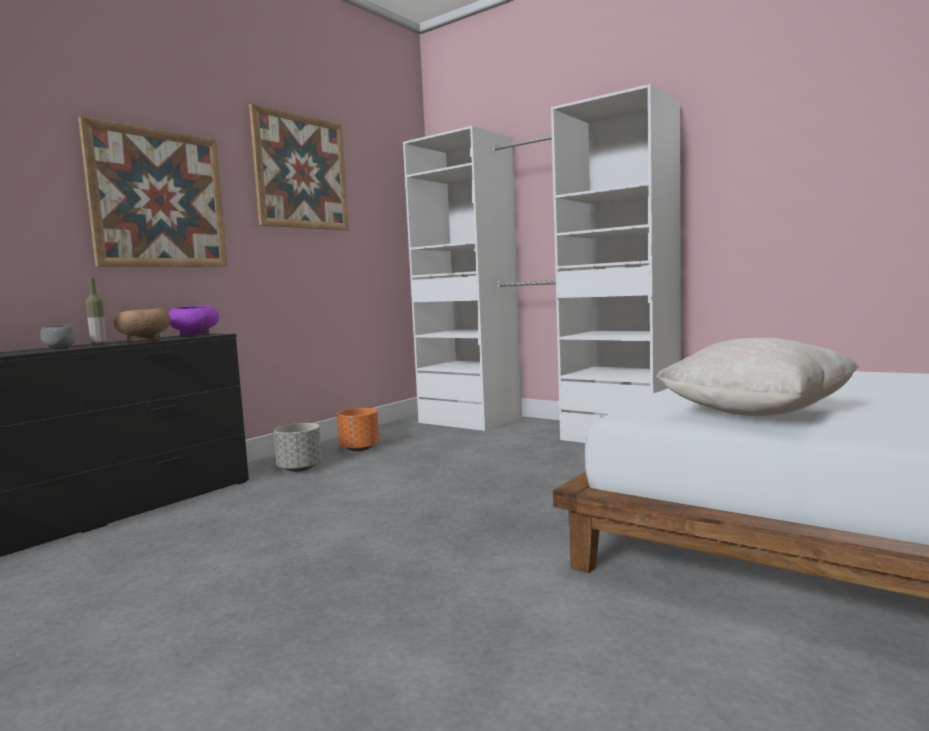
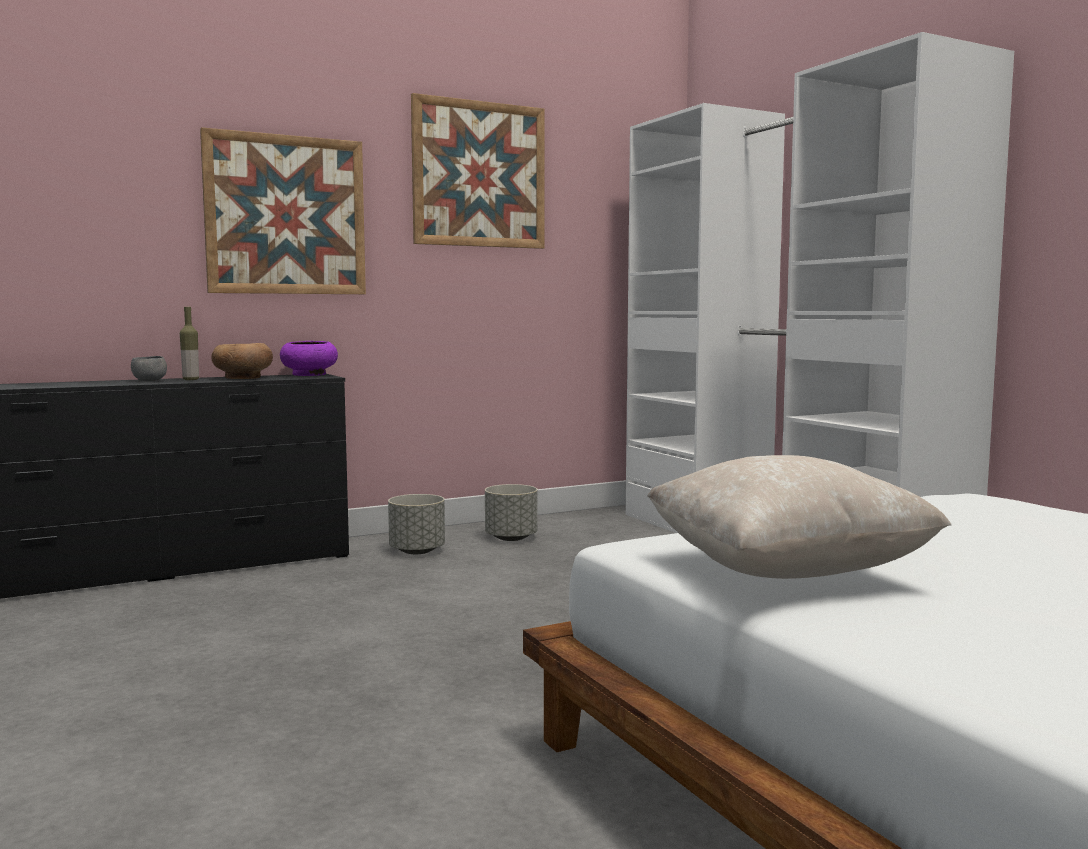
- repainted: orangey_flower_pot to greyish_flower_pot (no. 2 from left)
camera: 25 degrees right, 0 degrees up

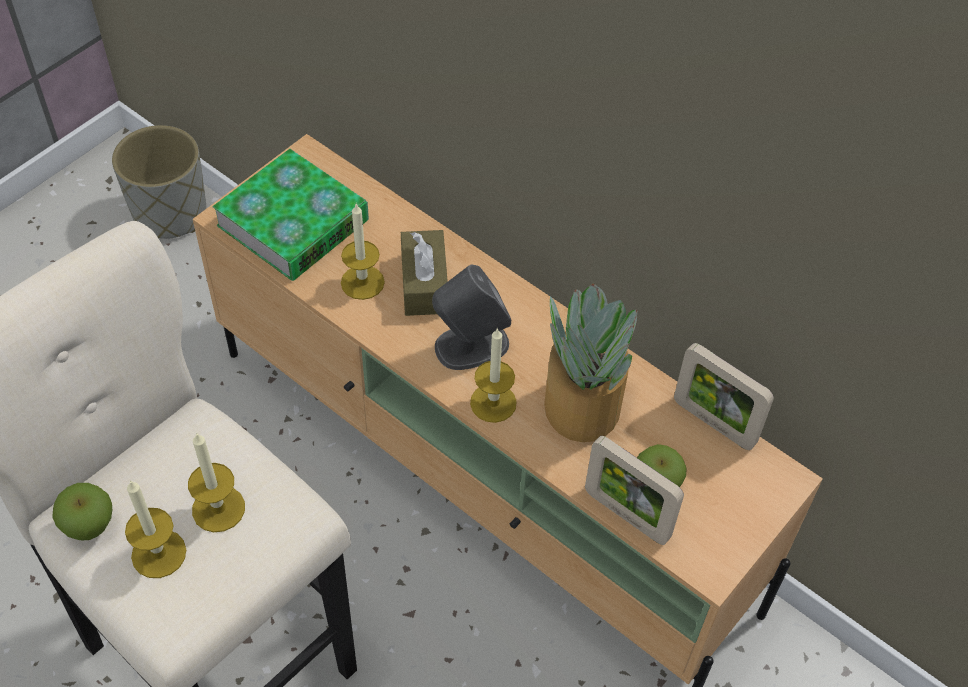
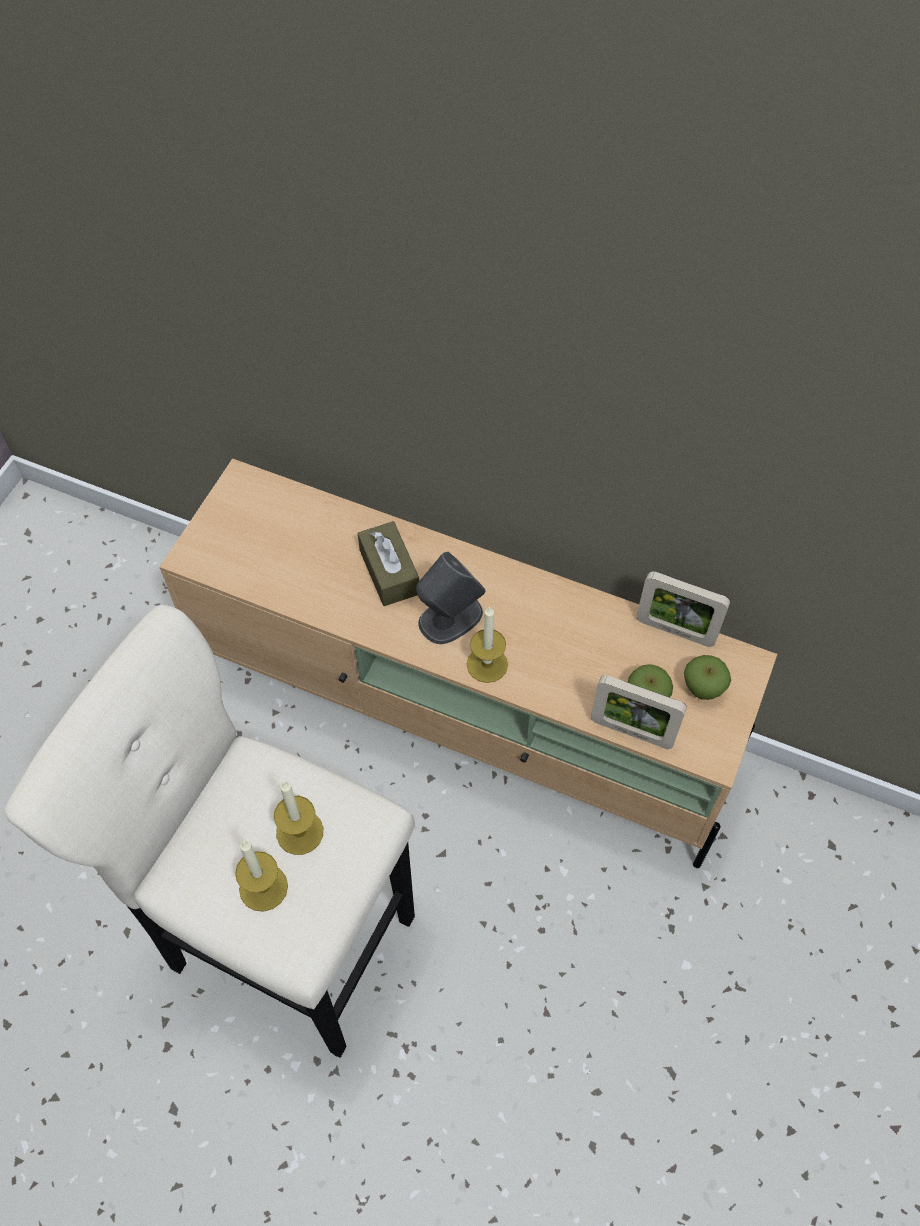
- shifted: apple_fruit (no. 1 from left in the first image) to apple_fruit (no. 2 from left)
- gone: greyish_flower_pot
- gone: book
- gone: wax_candle (no. 3 from left)
- gone: houseplant
camera: 15 degrees left, 5 degrees up

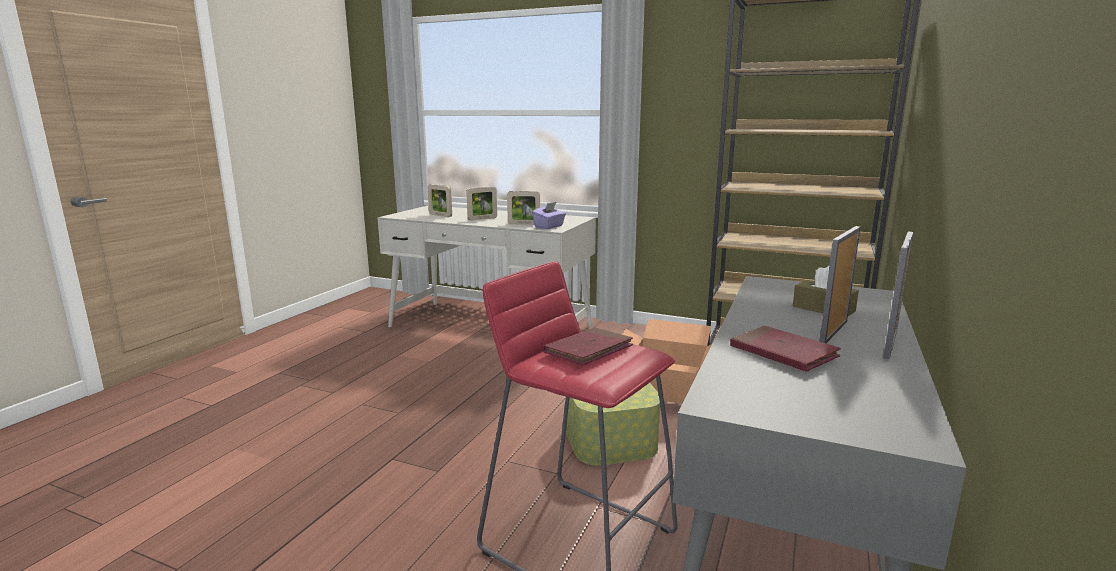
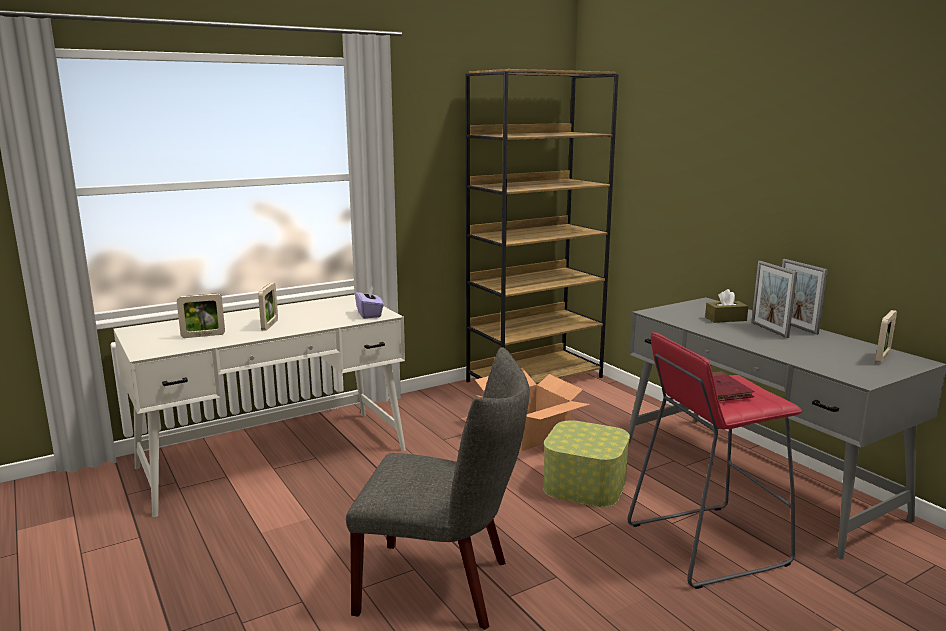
- new: greyish_upright_chair
- shifted: picture_frame (no. 3 from left in the first image) to picture_frame (no. 5 from left)
- gone: red-coloured_book (no. 2 from left)
camera: 55 degrees left, 0 degrees up

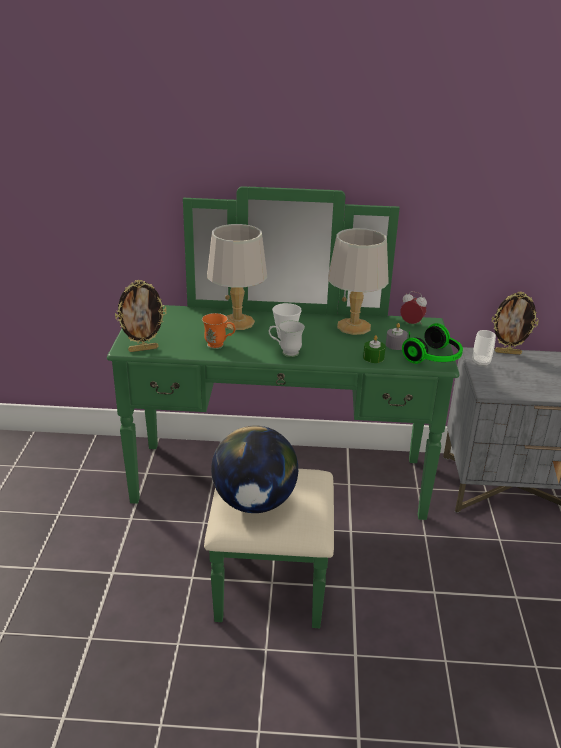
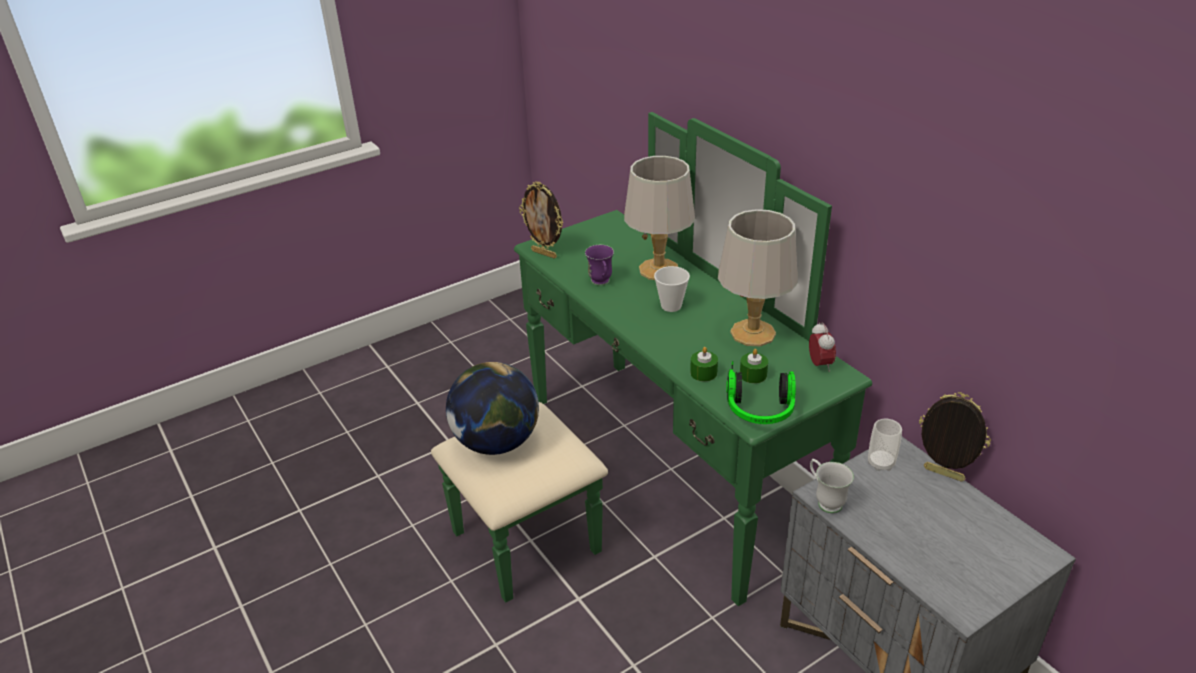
- repainted: orangey_mug to purple-coloured_mug
- repainted: greyish_wax_candle to green-coloured_wax_candle (no. 2 from left)
- shifted: white-coloured_mug
- rotated: picture_frame (no. 2 from left) 150 degrees clockwise
camera: 55 degrees right, 5 degrees up

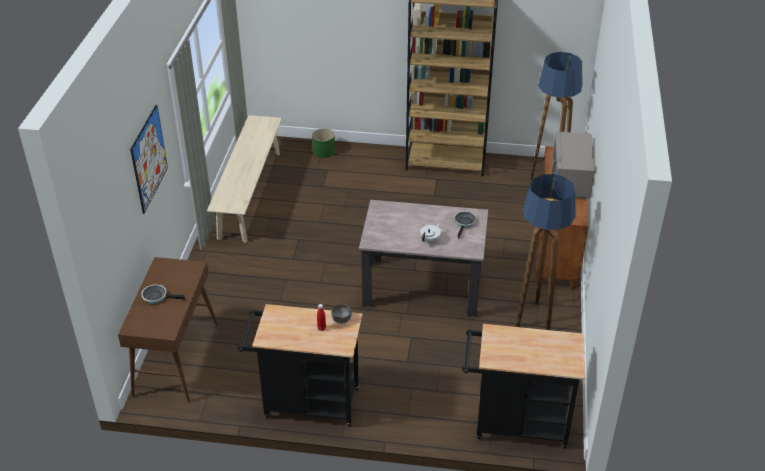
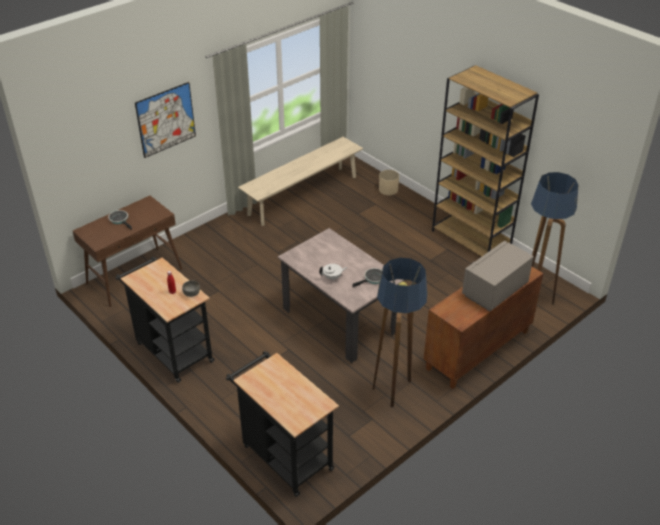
- repainted: green-coloured_flower_pot to sand-coloured_flower_pot
camera: 40 degrees right, 0 degrees up

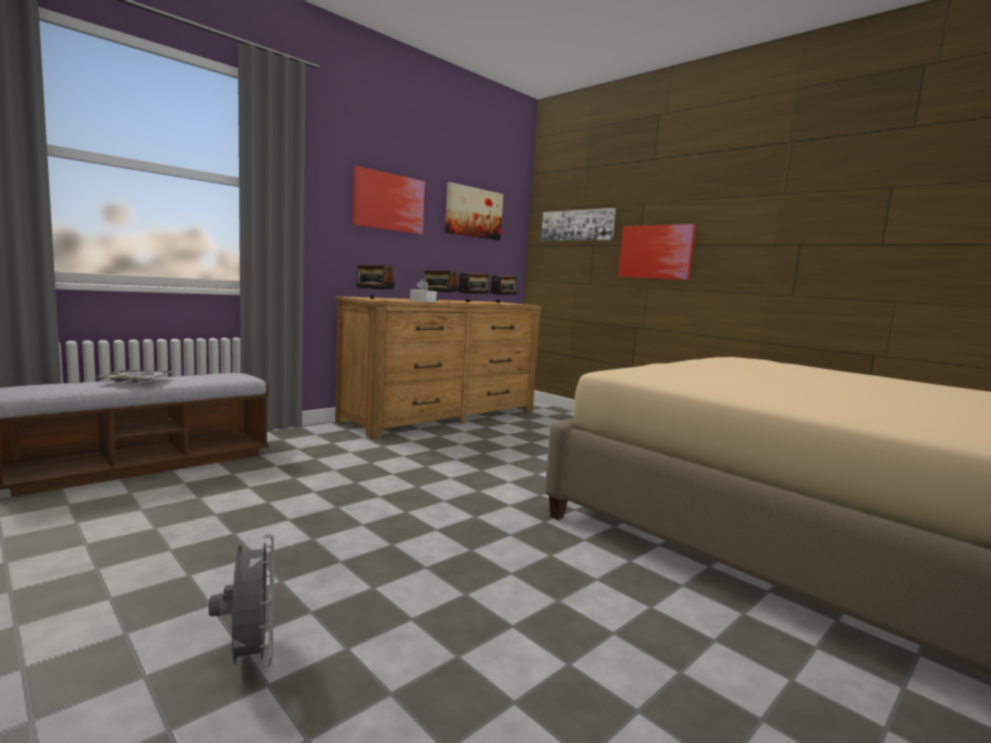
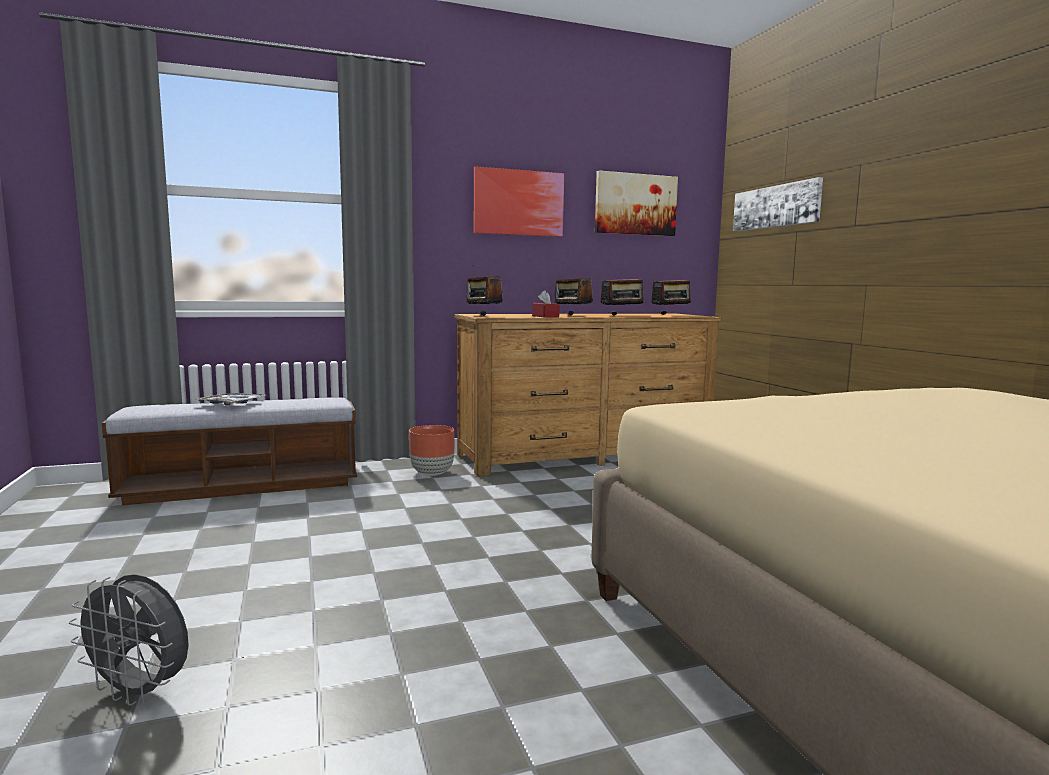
- rotated: greyish_cooling_fan 105 degrees clockwise
- new: brownish_flower_pot
- repainted: white-coloured_tissue_holder to red-coloured_tissue_holder
- gone: picture (no. 4 from left)
camera: 25 degrees right, 0 degrees up

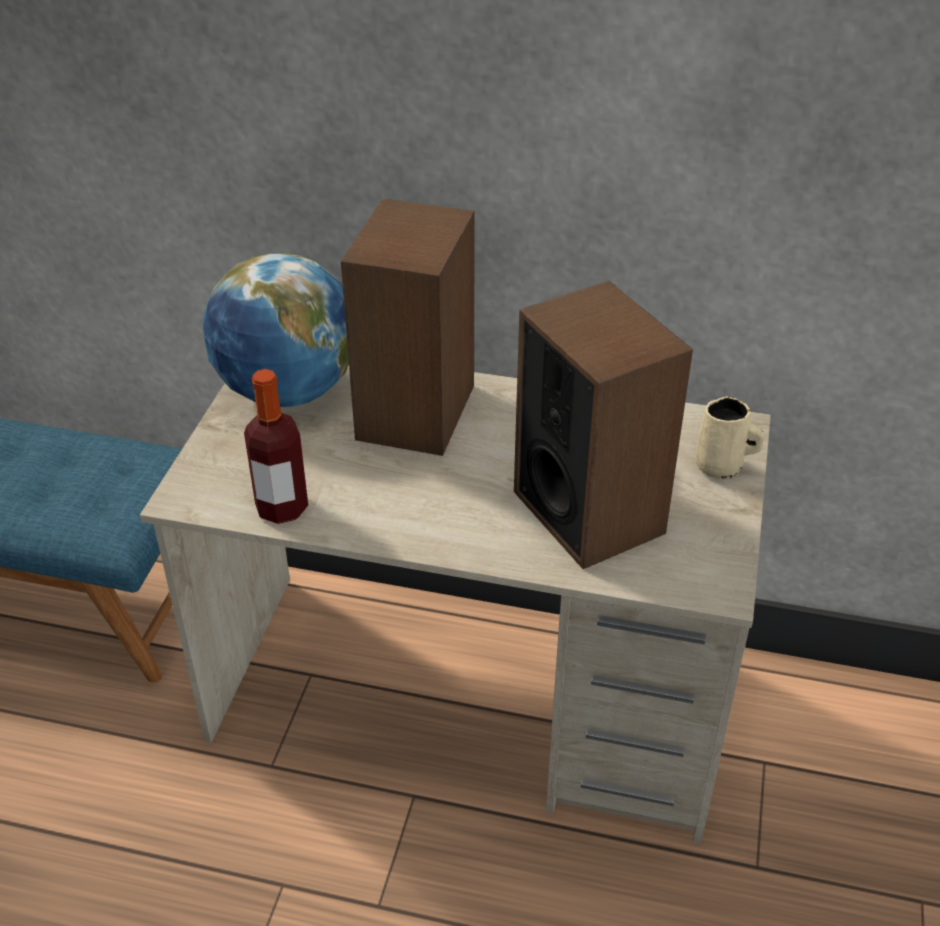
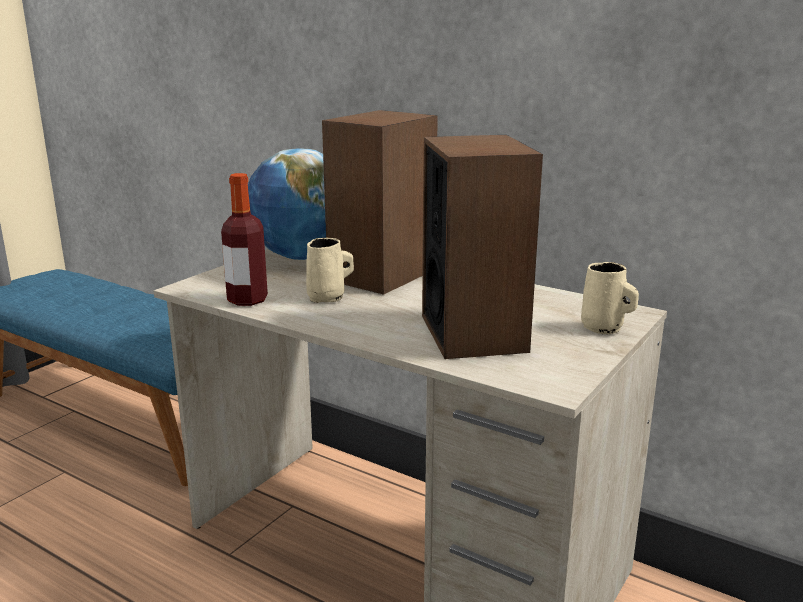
- new: sand-coloured_mug (no. 1 from left)
camera: 20 degrees right, 20 degrees down

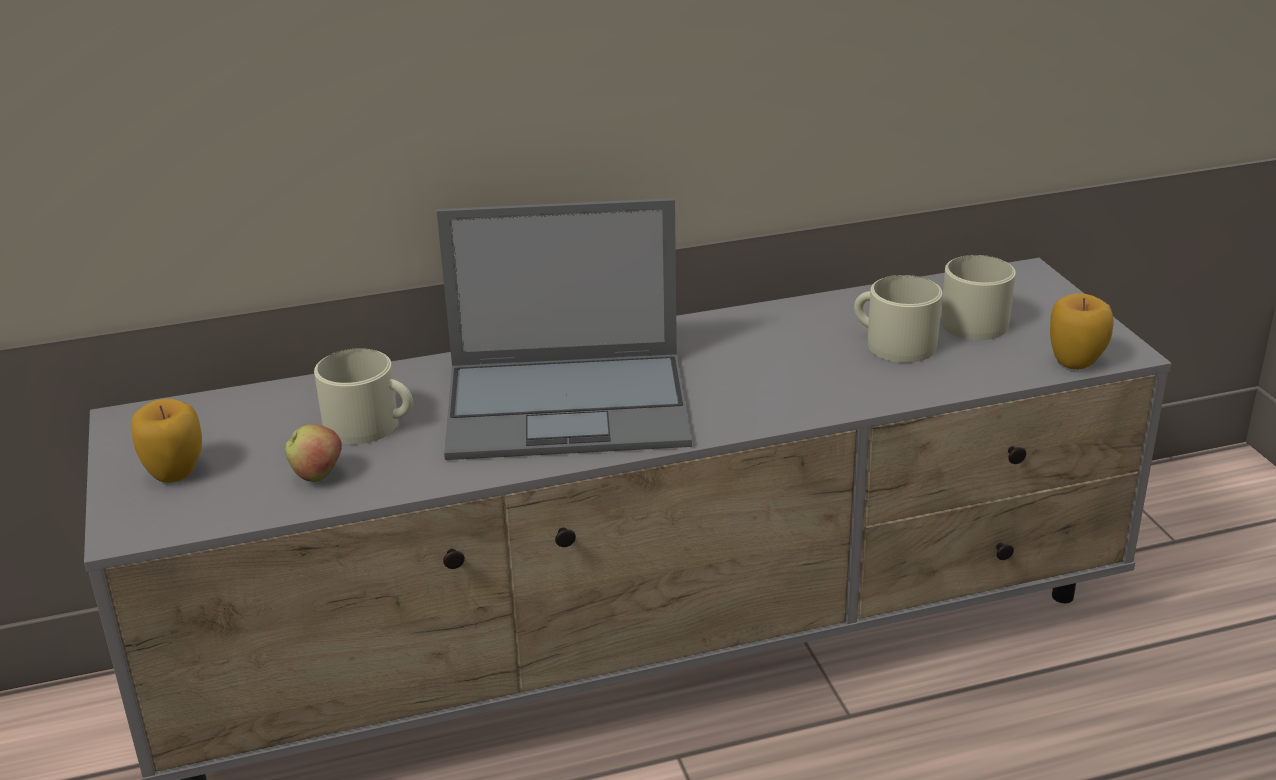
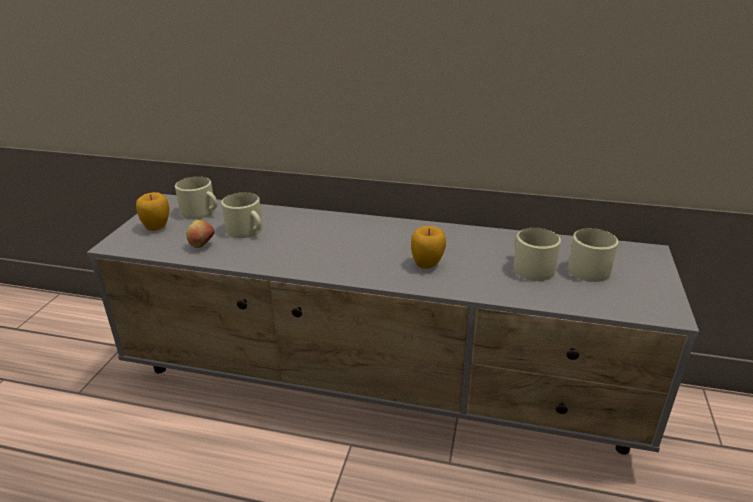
- new: sand-coloured_mug (no. 1 from left)
- shifted: apple_fruit (no. 3 from left)
- gone: portable_computer
camera: 30 degrees right, 0 degrees up

